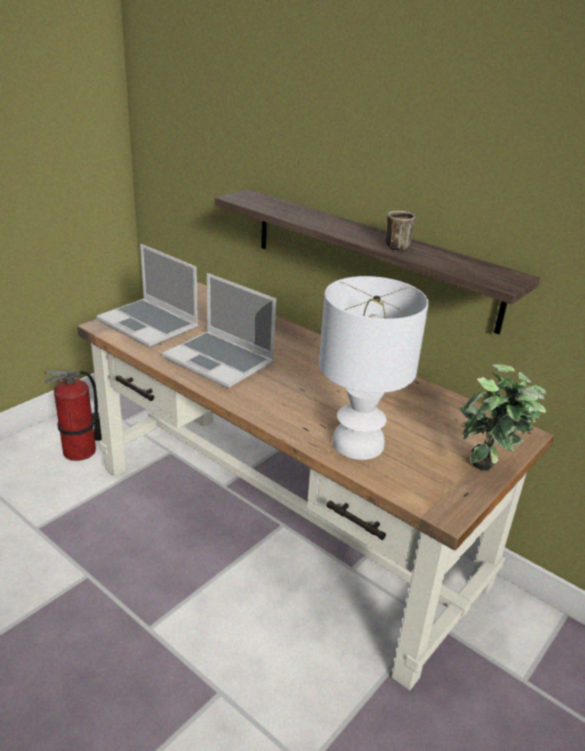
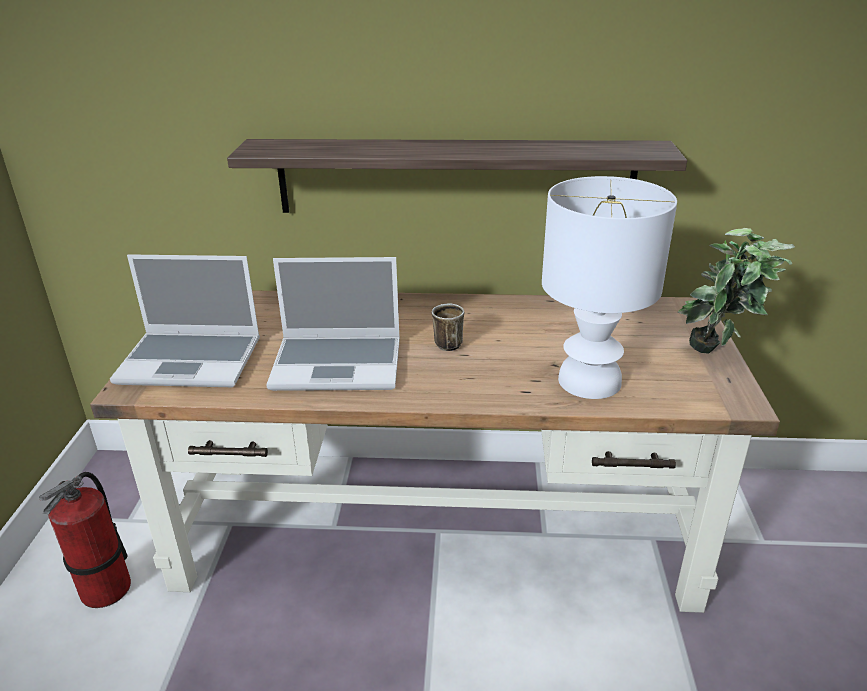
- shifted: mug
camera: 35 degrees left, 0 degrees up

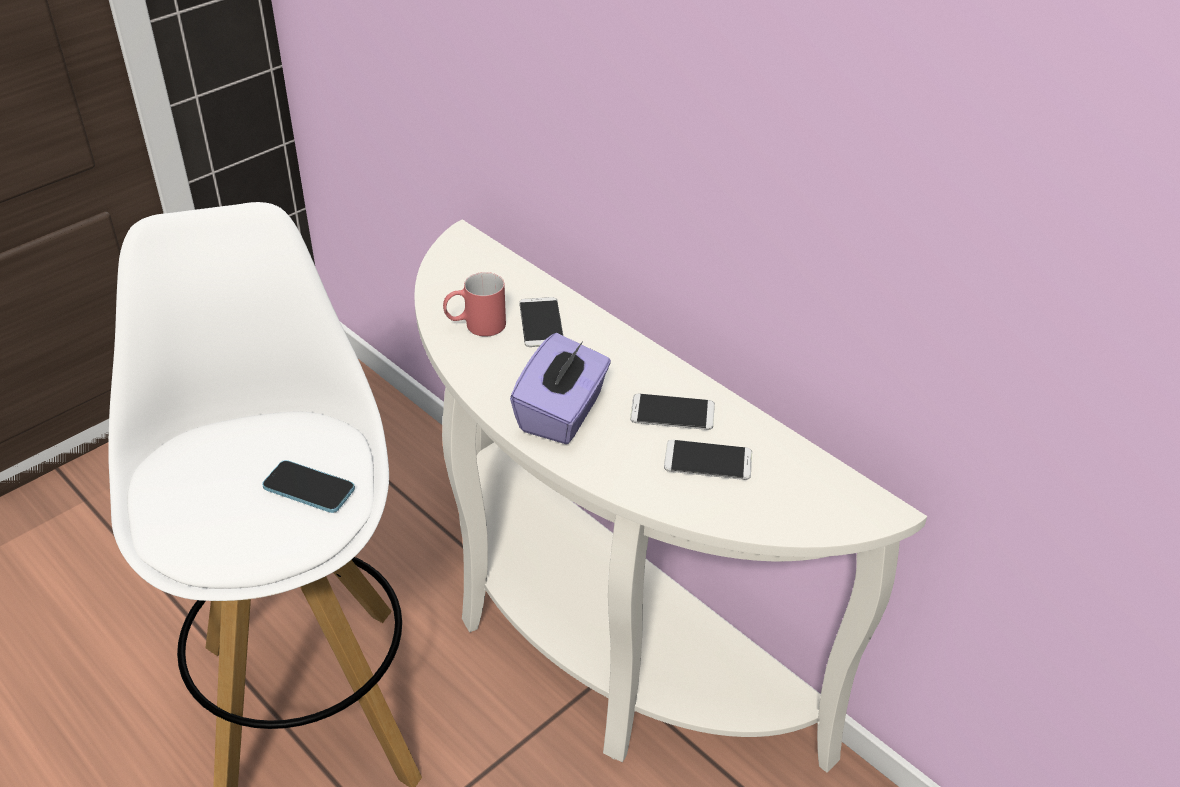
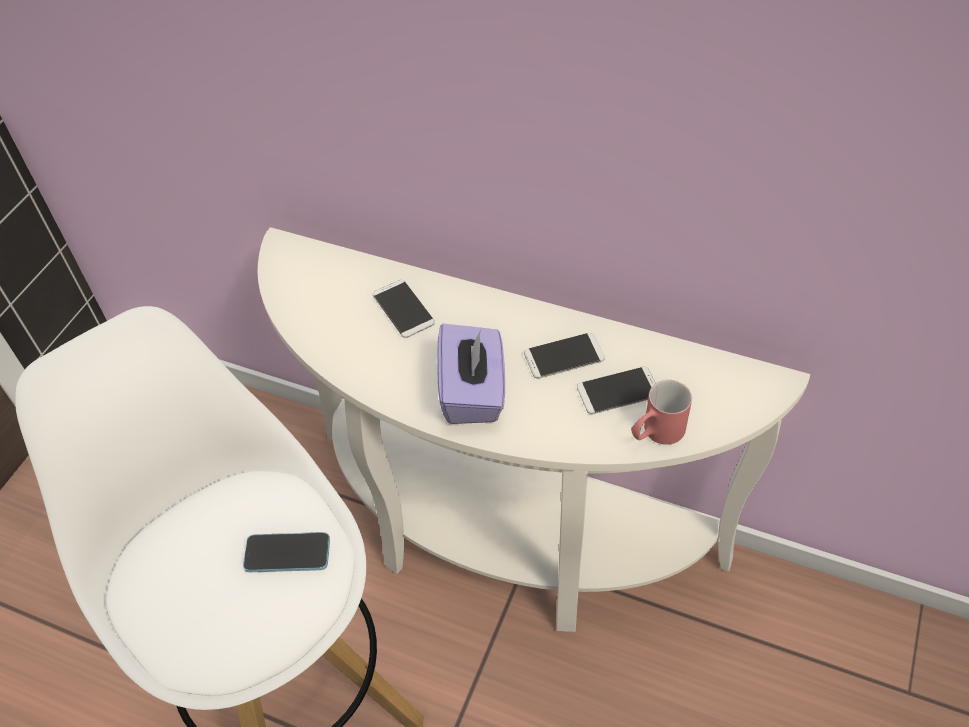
- shifted: red-coloured_mug
camera: 20 degrees left, 10 degrees up

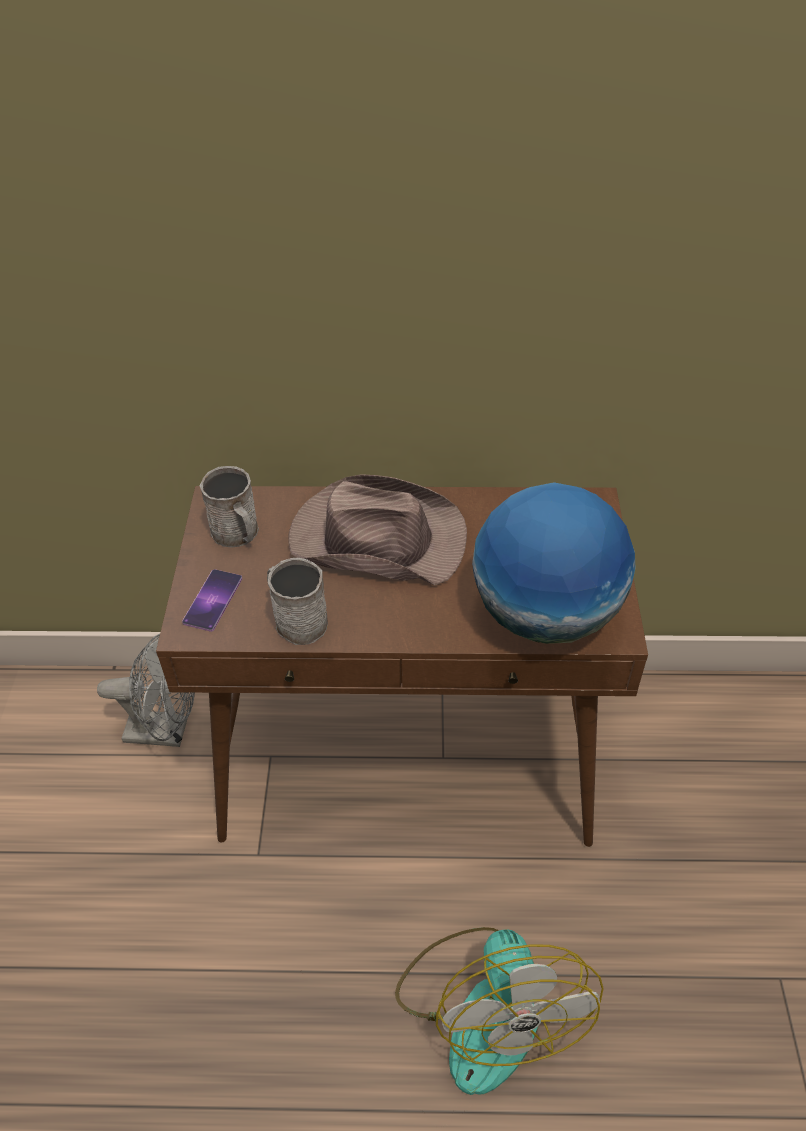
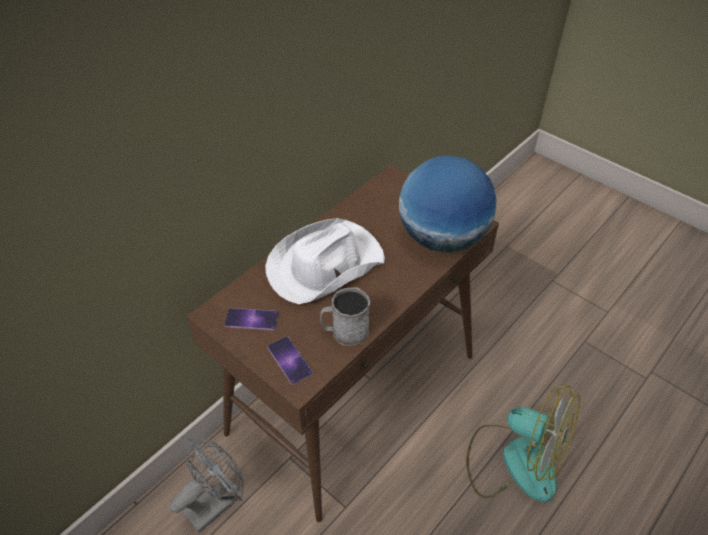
- swapped: greyish_mug (no. 1 from left) to telephone (no. 1 from left)
- repainted: brownish_wearable_hat to white-coloured_wearable_hat
camera: 50 degrees left, 0 degrees up

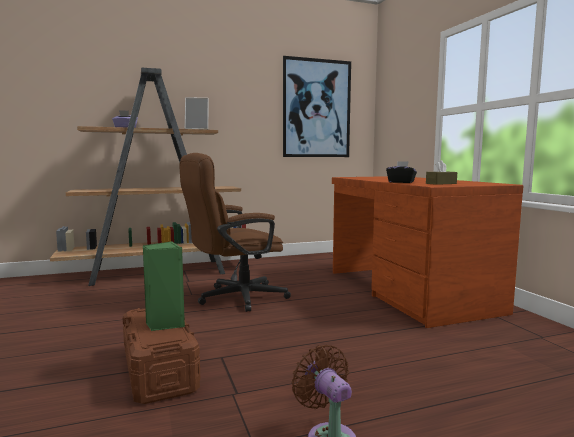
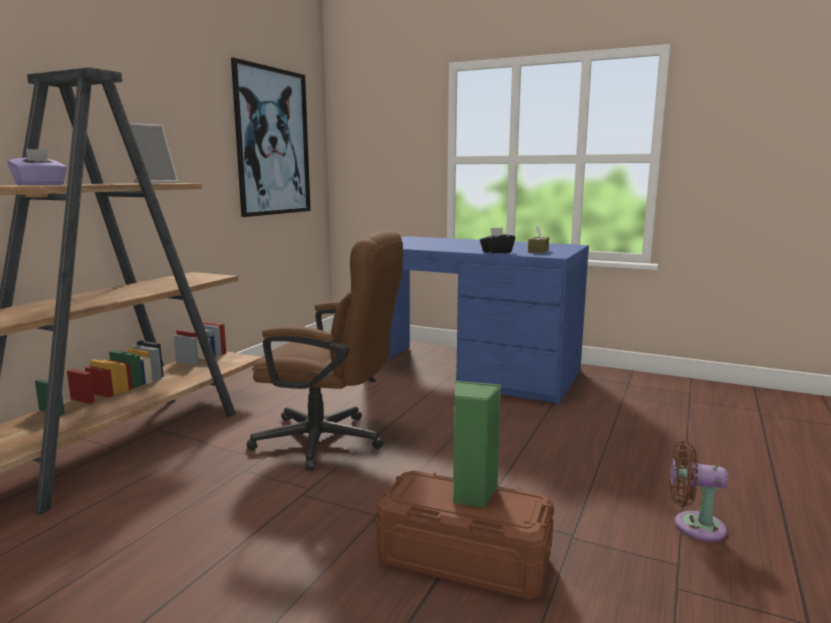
- rotated: brownish_office_chair 90 degrees counterclockwise
- repainted: brownish_desk to blue_desk
camera: 45 degrees left, 5 degrees up

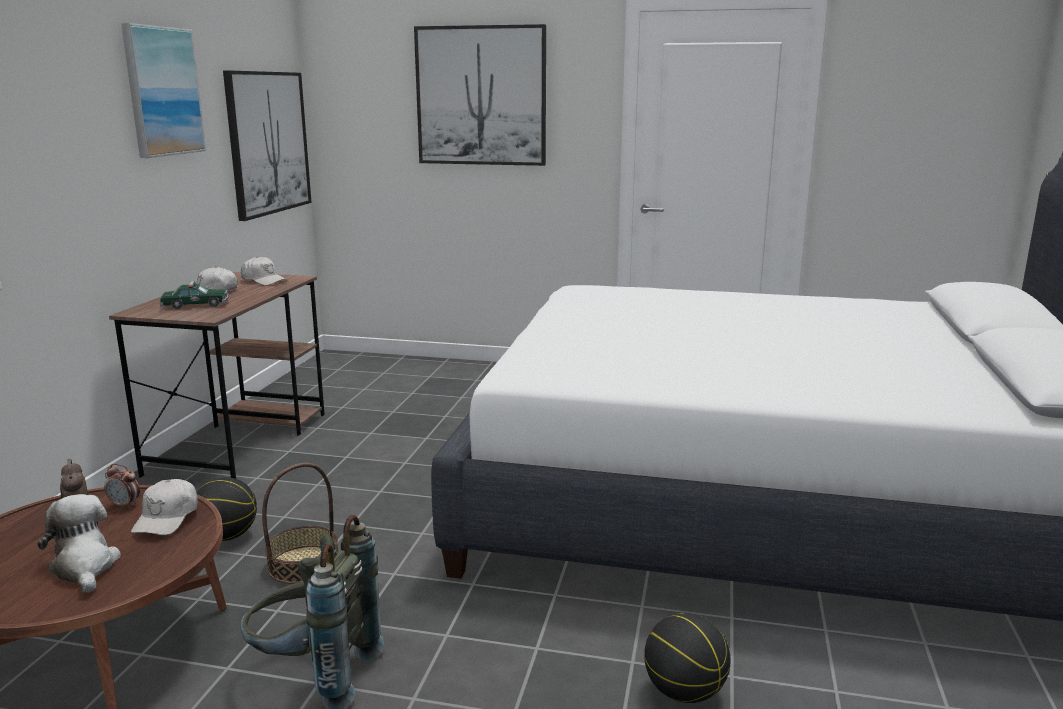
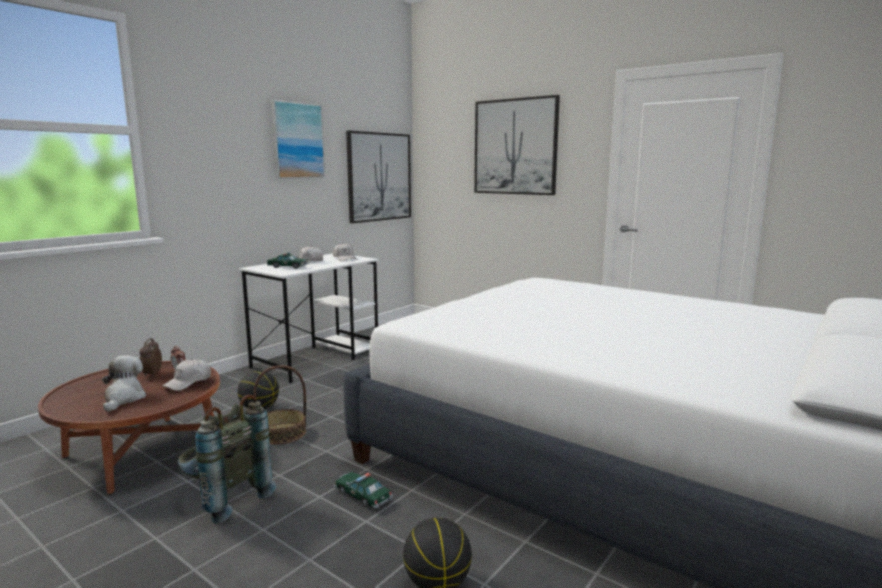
- repainted: brownish_desk to white-coloured_desk
- new: toy_car (no. 2 from left)
camera: 25 degrees right, 5 degrees down

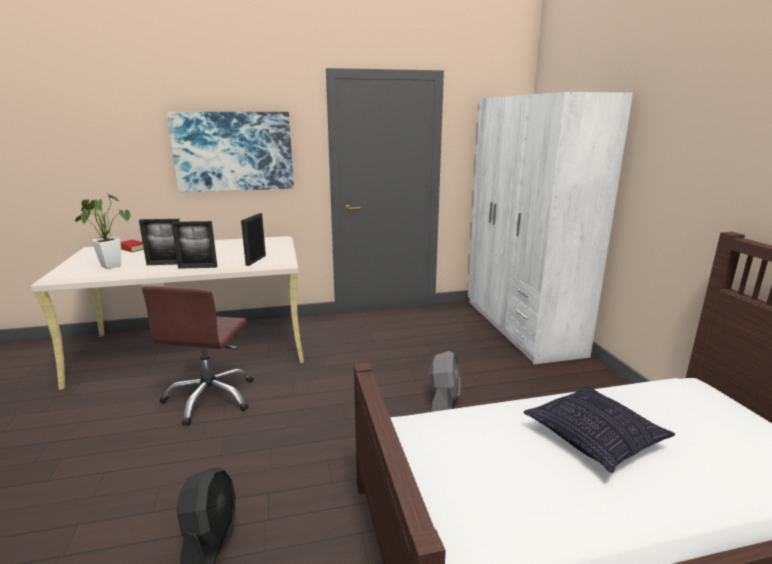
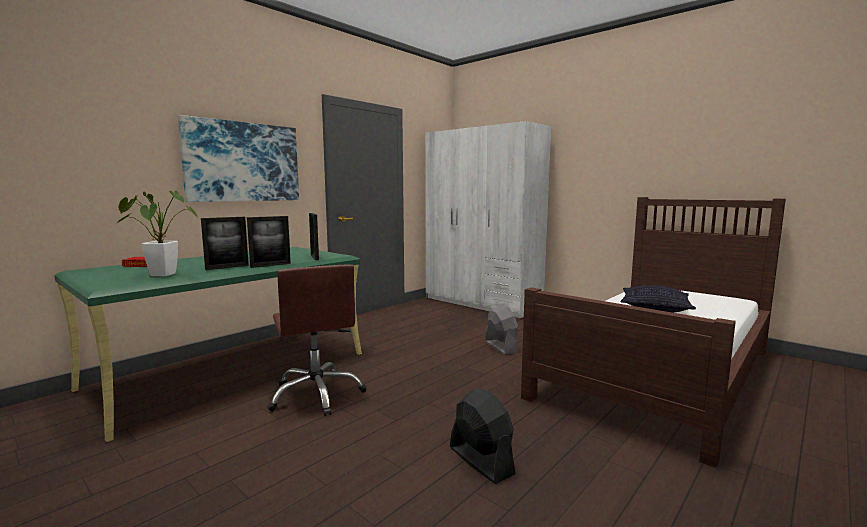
- repainted: sand-coloured_desk to green-coloured_desk
camera: 35 degrees left, 10 degrees down

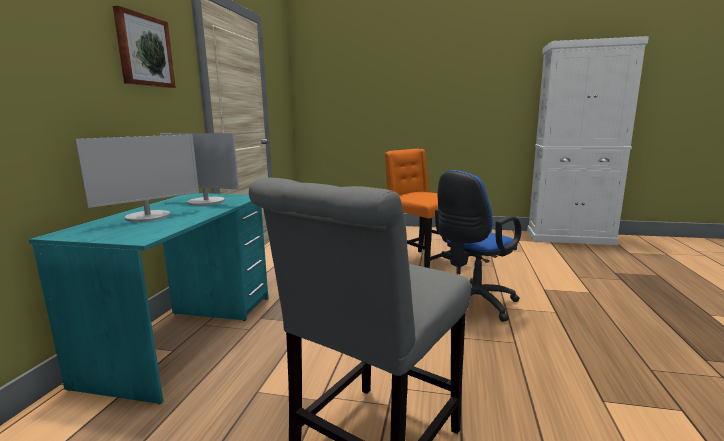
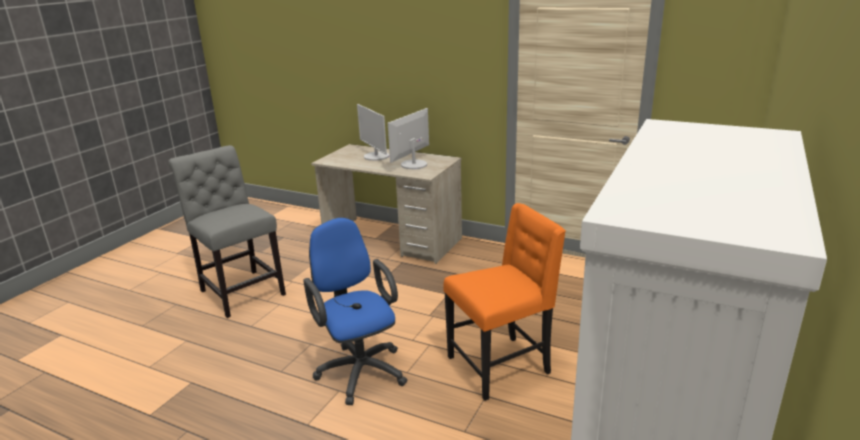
- repainted: turquoise-coloured_desk to sand-coloured_desk
- gone: picture
camera: 105 degrees right, 10 degrees up

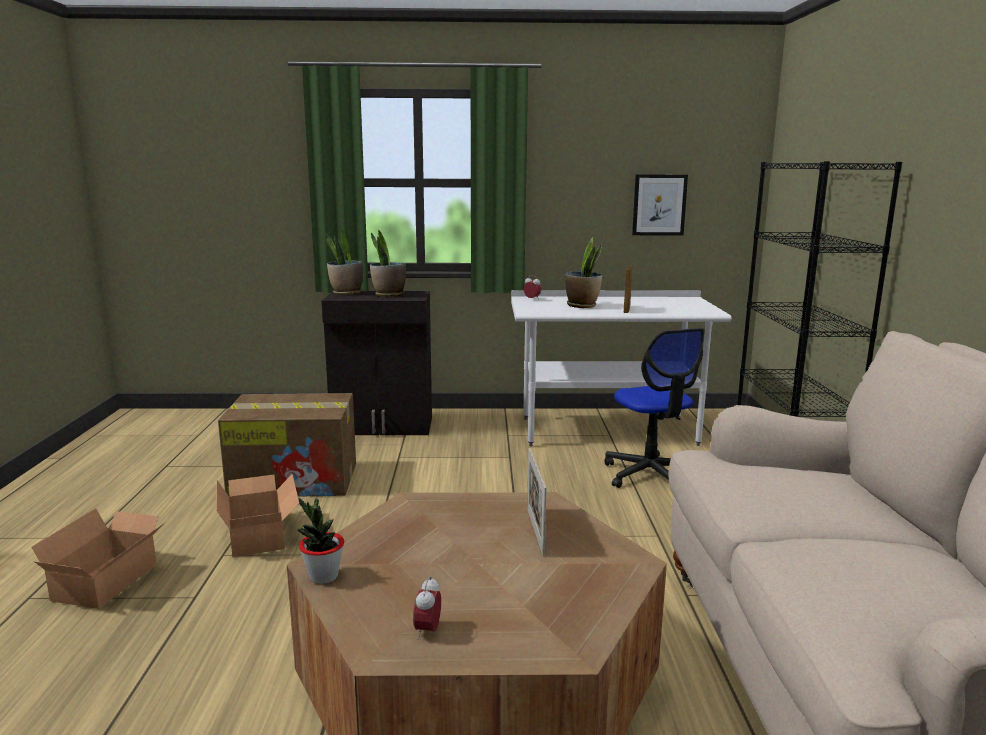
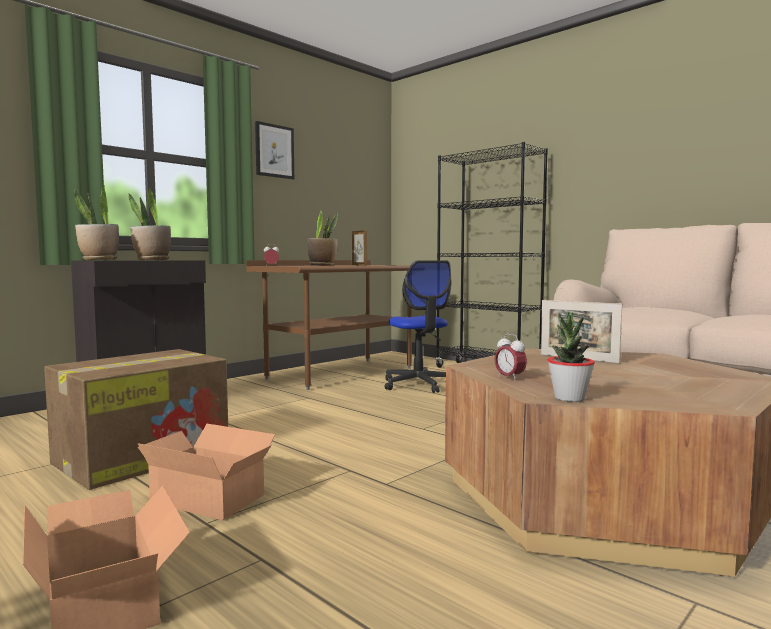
- repainted: white-coloured_desk to brownish_desk
- shifted: picture
- rotated: office_chair 45 degrees clockwise
- shifted: table_clock (no. 1 from left in the first image) to table_clock (no. 2 from left)
camera: 45 degrees left, 10 degrees down

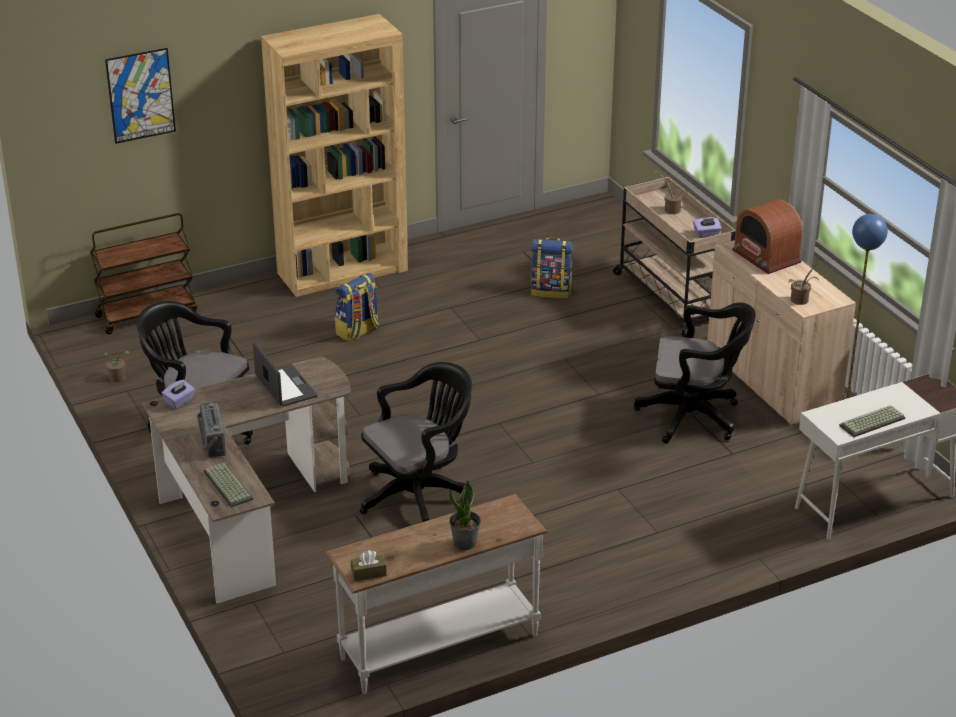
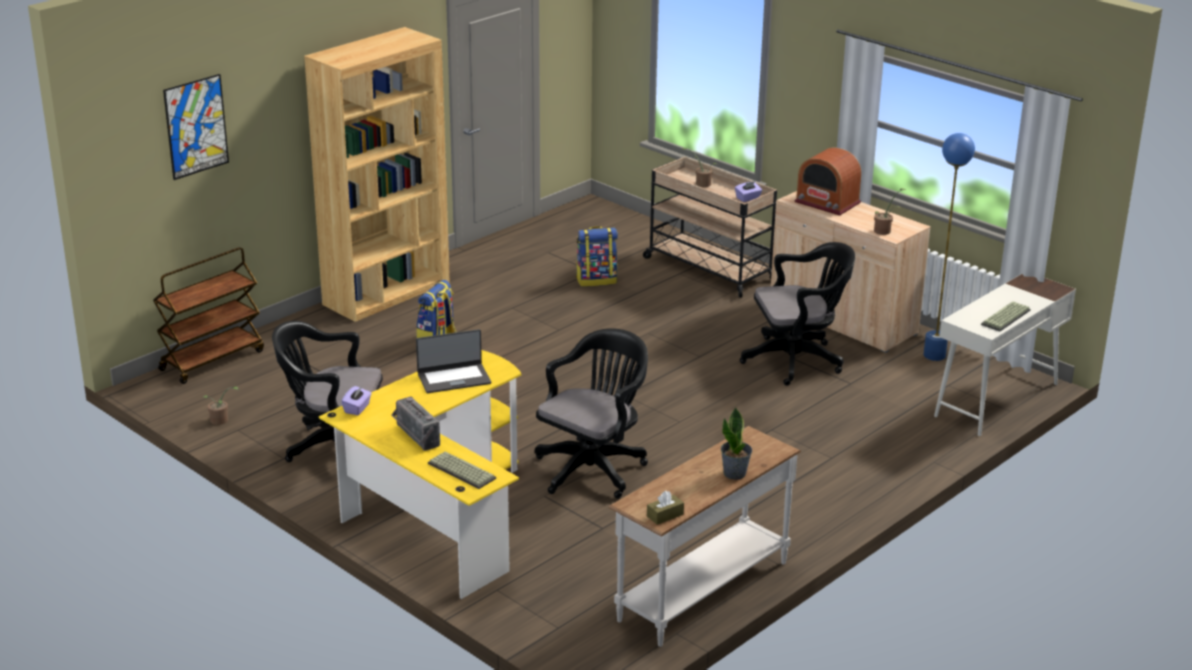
- repainted: brownish_desk to yellow-coloured_desk
- rotated: portable_computer 120 degrees clockwise
camera: 20 degrees left, 5 degrees down

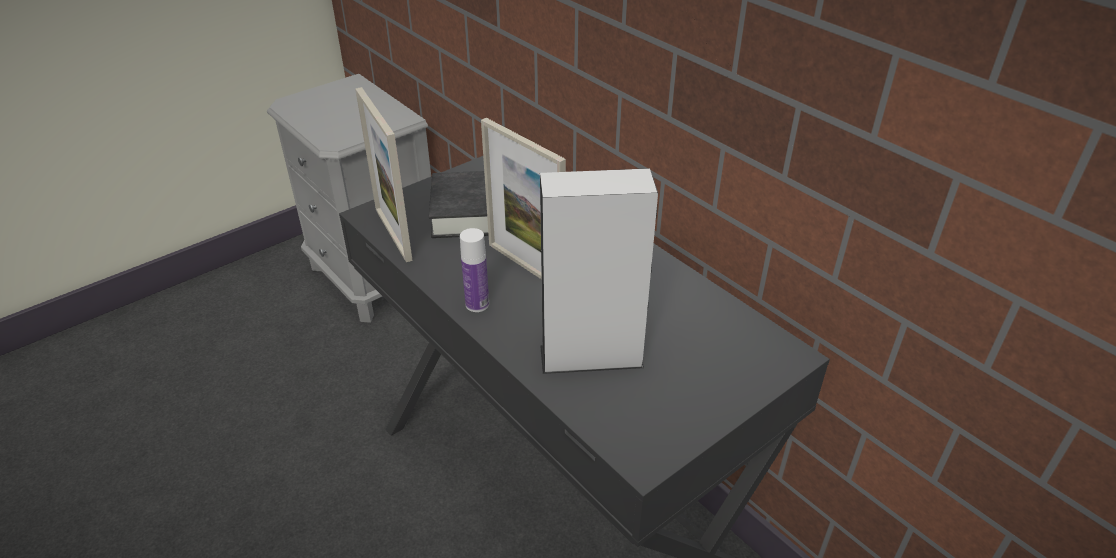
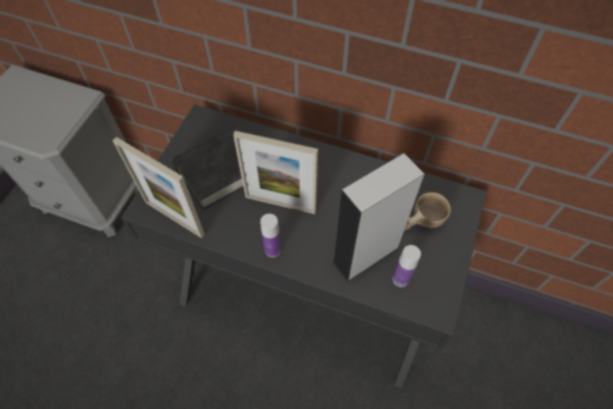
- new: bottle (no. 2 from left)
- new: sand-coloured_cup
camera: 30 degrees left, 20 degrees up

